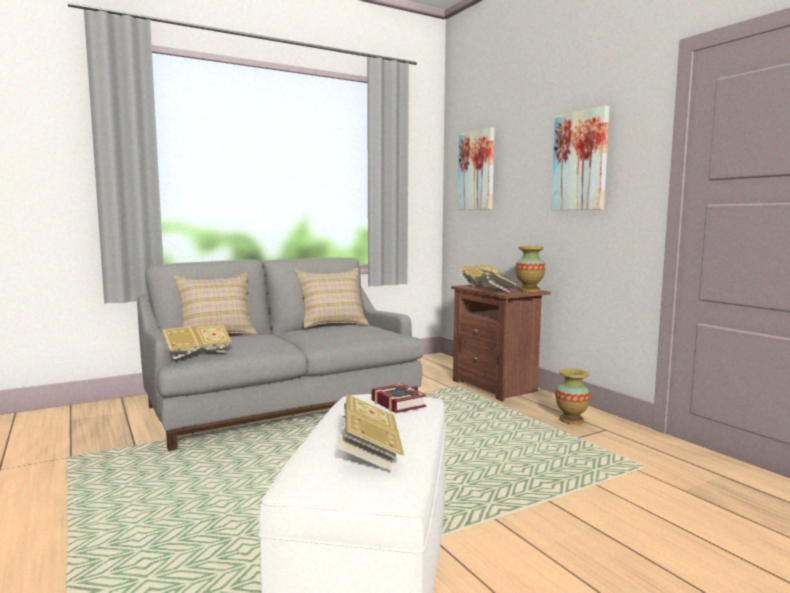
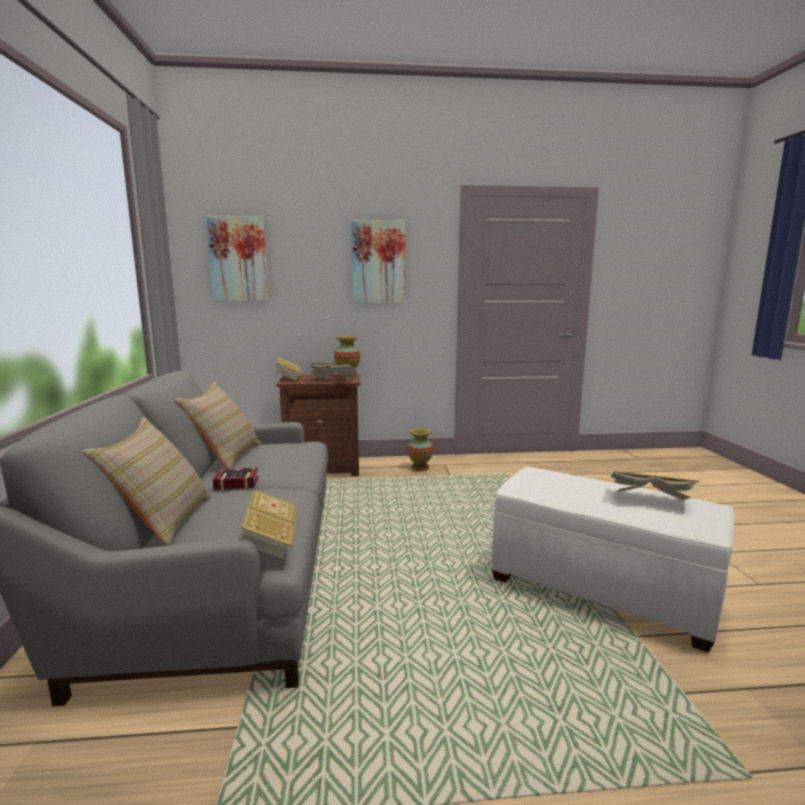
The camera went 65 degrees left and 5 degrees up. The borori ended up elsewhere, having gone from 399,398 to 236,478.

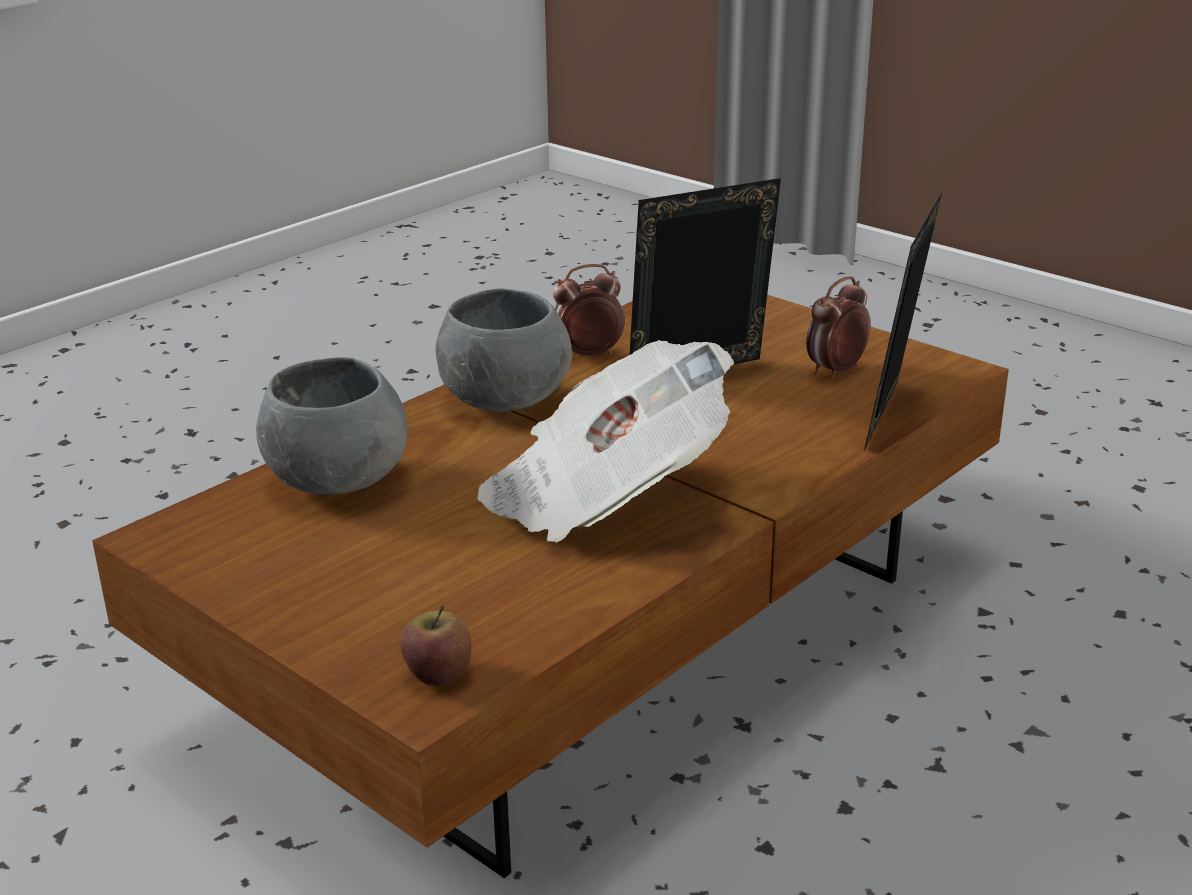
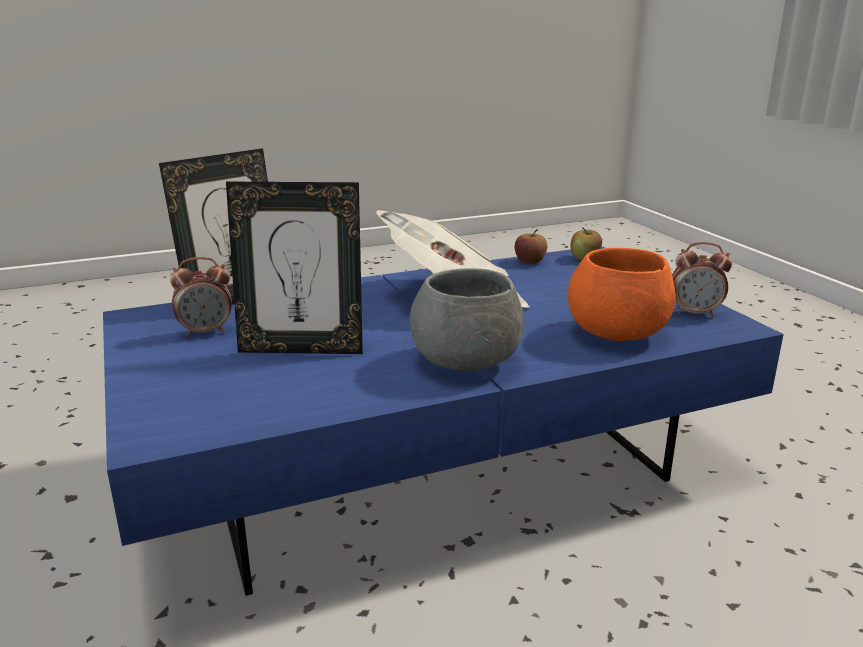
The camera went 155 degrees left and 5 degrees down. The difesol ended up elsewhere, having gone from 589,311 to 702,279. What was the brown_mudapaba at 550,586 turned into the blue_mudapaba at 443,421. What was the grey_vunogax at 331,426 turned into the orange_vunogax at 622,294. The second view gained the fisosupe at 531,246.

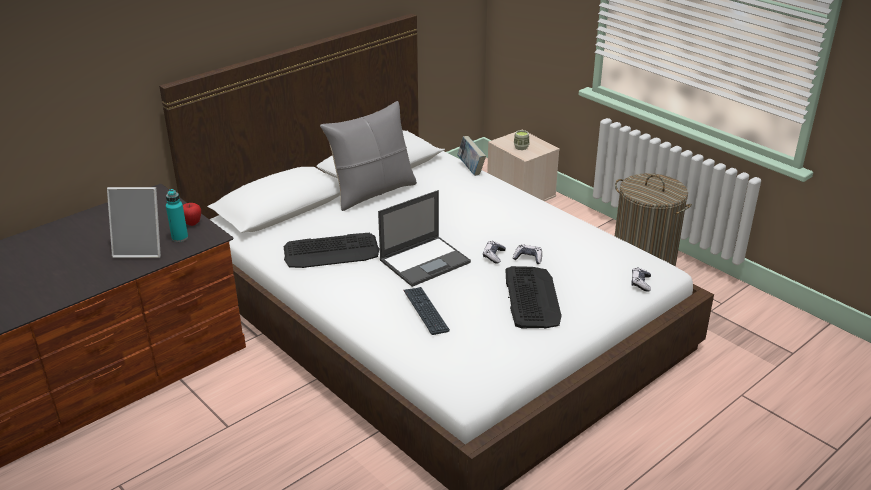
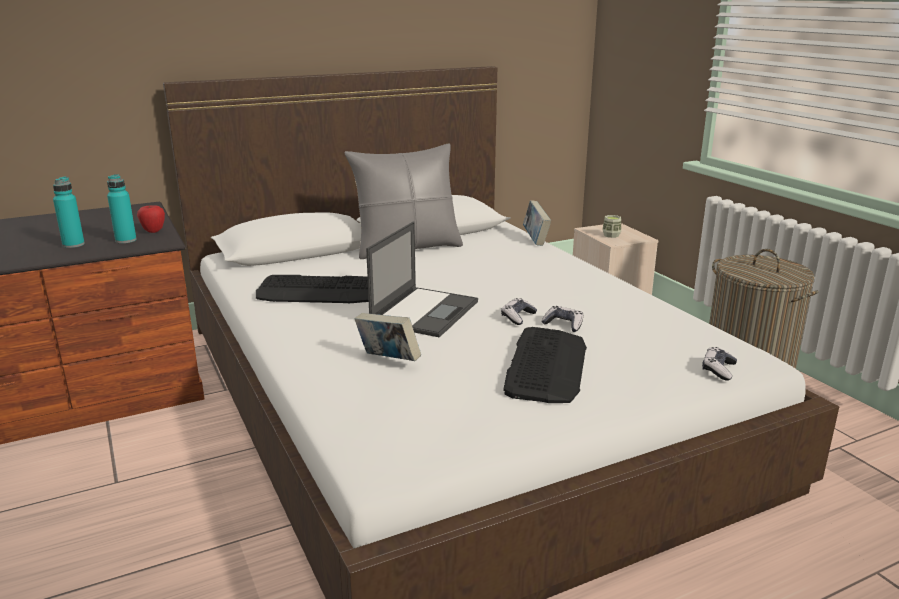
The camera went 15 degrees right and 10 degrees down. Where the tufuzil stood at 134,222, the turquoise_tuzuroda came to stand at 69,212. The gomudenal at 424,238 ended up facing another way, 45 degrees counterclockwise from before. Where the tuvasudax stood at 427,311, the borori came to stand at 388,337.

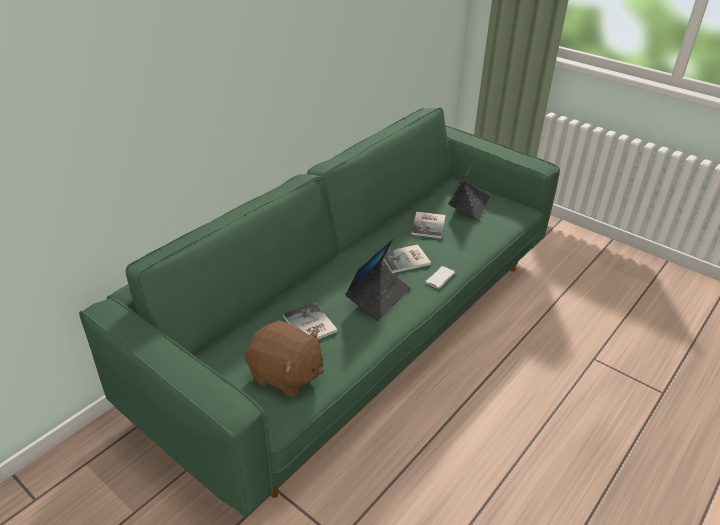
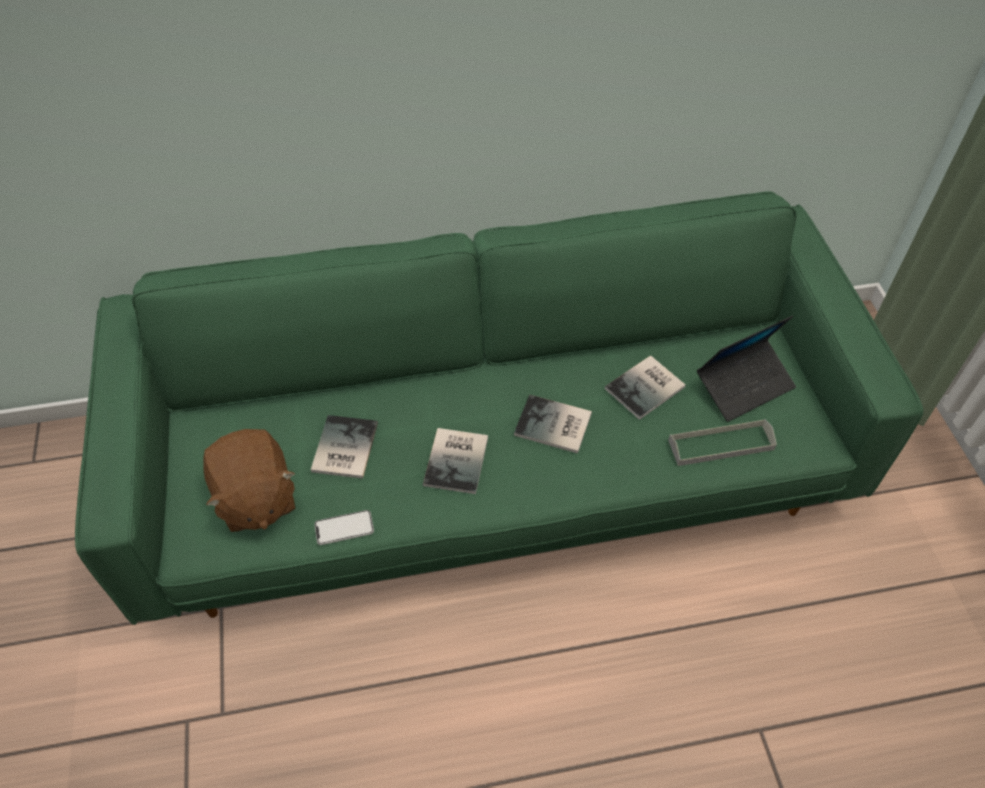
The camera went 40 degrees right and 15 degrees up. Where the gomudenal stood at 377,279, the borori came to stand at 455,461. The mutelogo ended up elsewhere, having gone from 440,277 to 344,527. The second view gained the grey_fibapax at 722,442.

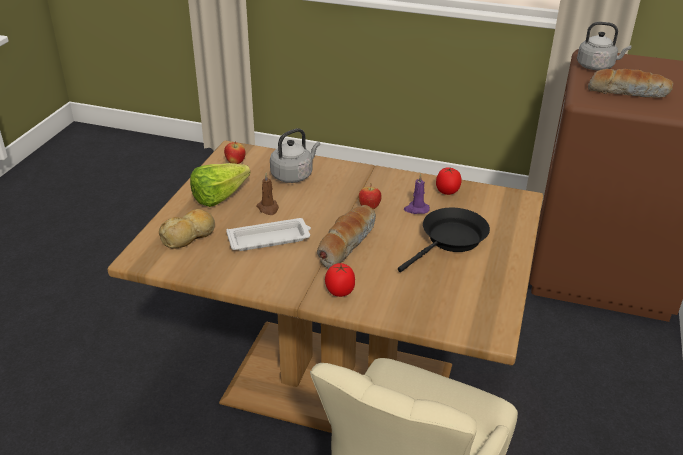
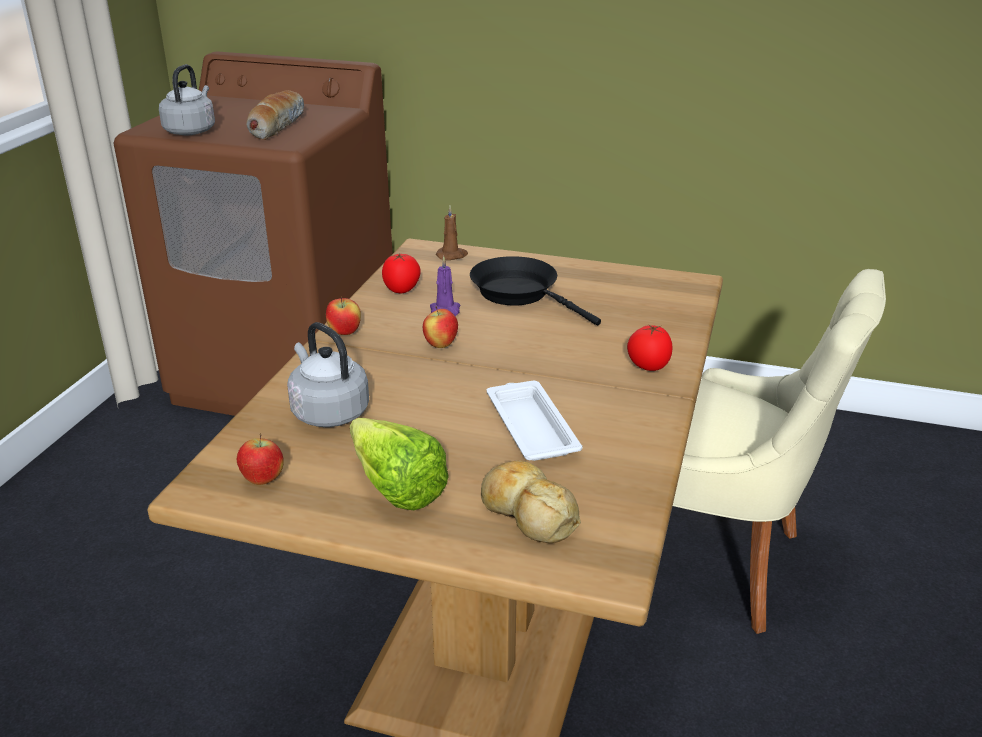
The camera went 90 degrees left and 5 degrees down. The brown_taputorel ended up elsewhere, having gone from 267,194 to 452,232. The second view lost the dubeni at 346,237. The second view gained the fisosupe at 343,316.

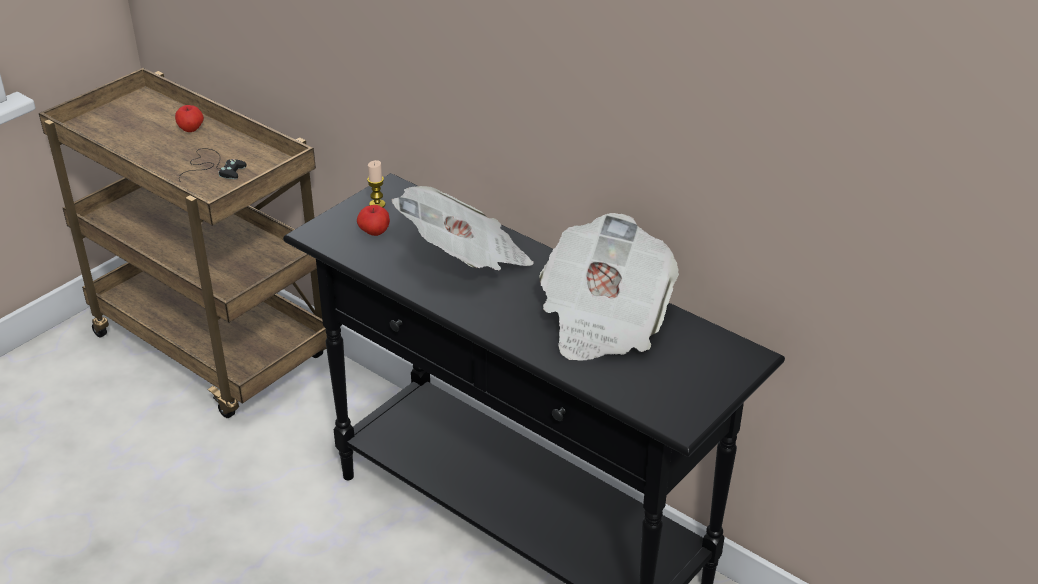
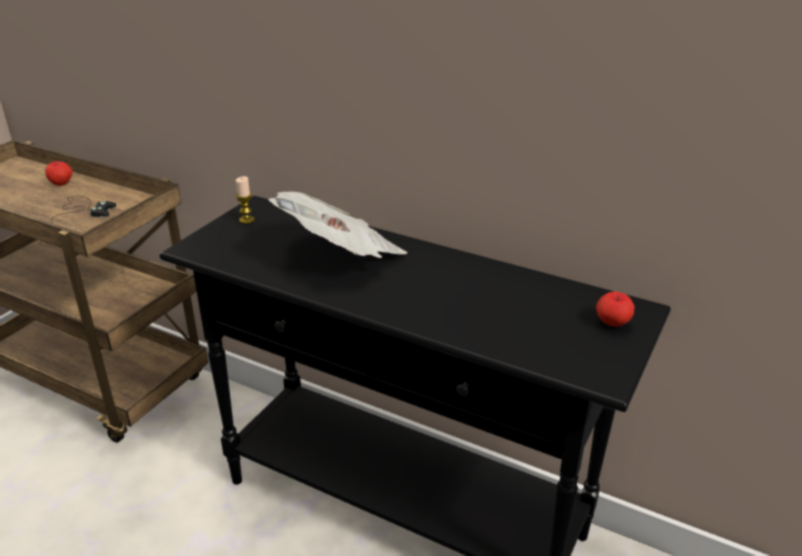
The camera went 10 degrees left and 5 degrees down. The fisosupe ended up elsewhere, having gone from 373,220 to 615,309. The second view lost the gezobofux at 609,287.

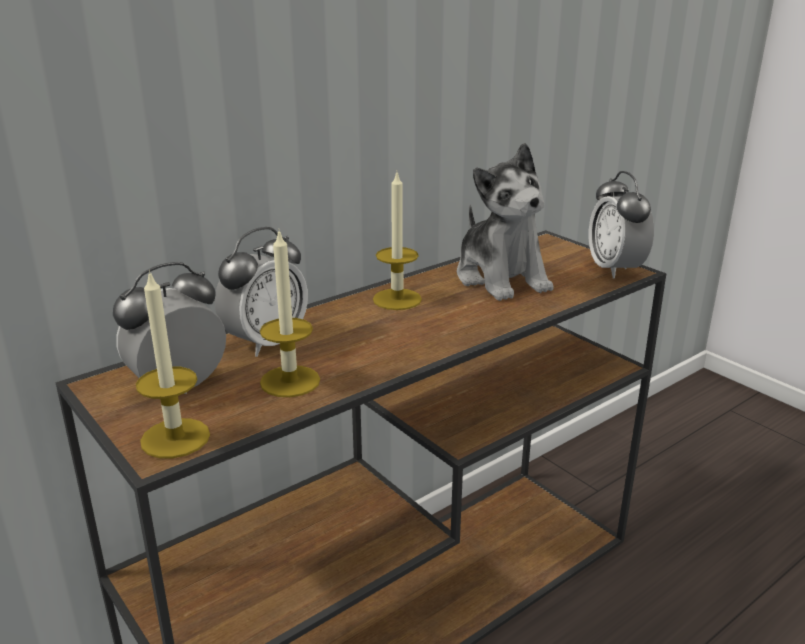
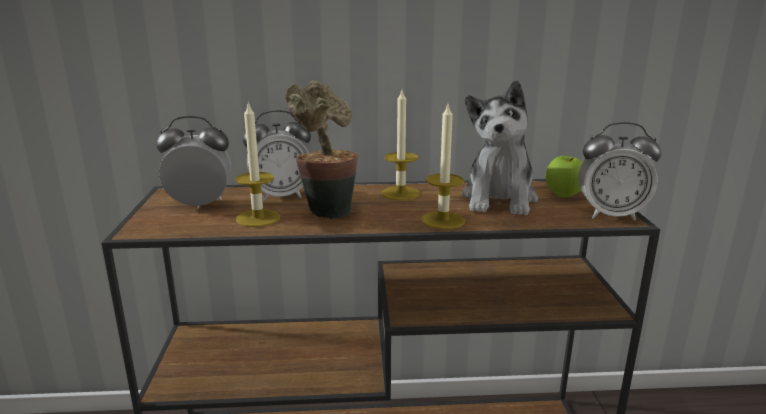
The camera went 35 degrees right and 5 degrees down. The difesol at 621,225 ended up facing another way, 105 degrees counterclockwise from before. The taputorel ended up elsewhere, having gone from 173,364 to 443,167. The second view gained the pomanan at 321,150. The second view gained the fisosupe at 563,176.

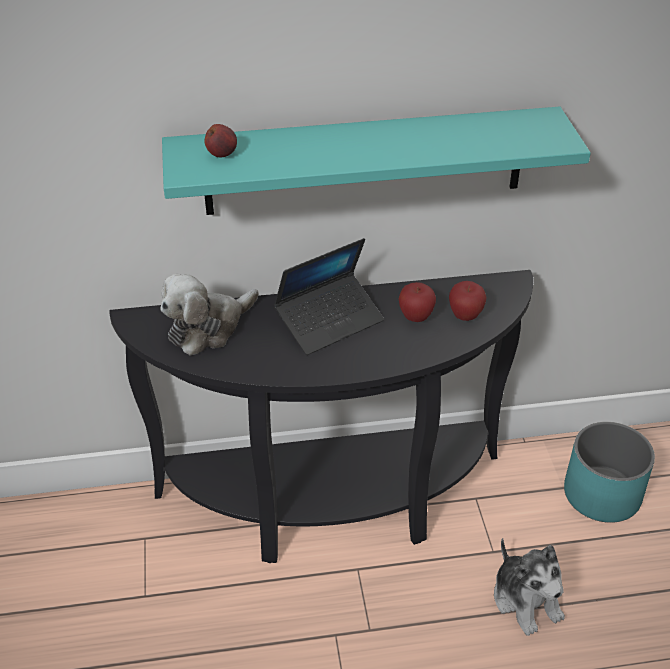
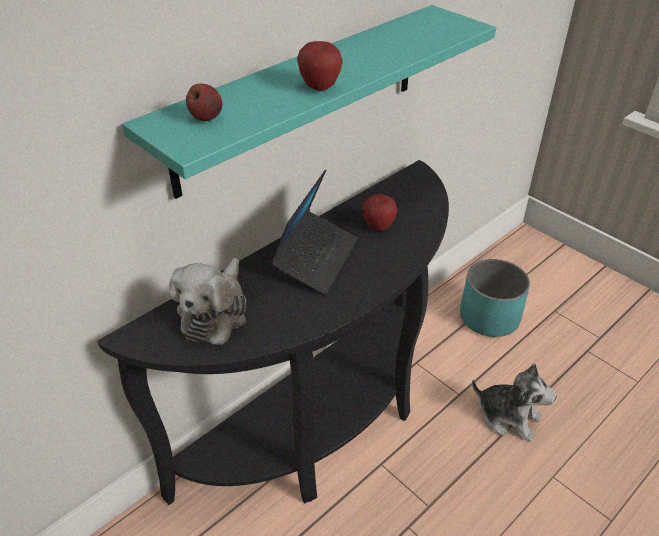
The camera went 35 degrees left and 0 degrees up. The fisosupe ended up elsewhere, having gone from 467,301 to 320,66.

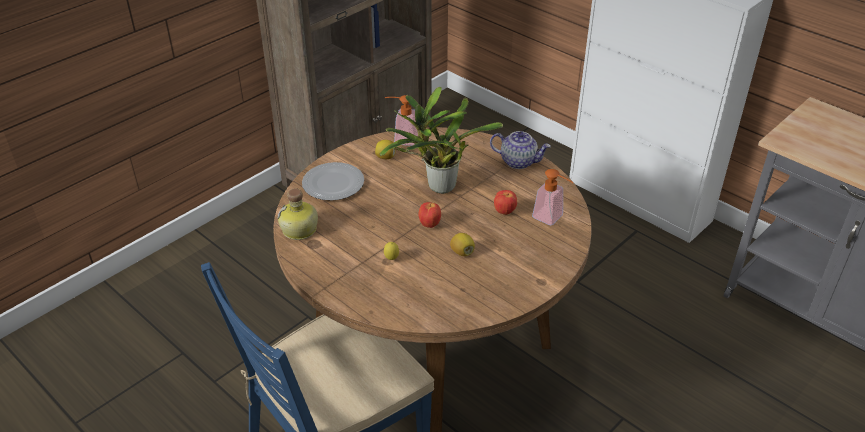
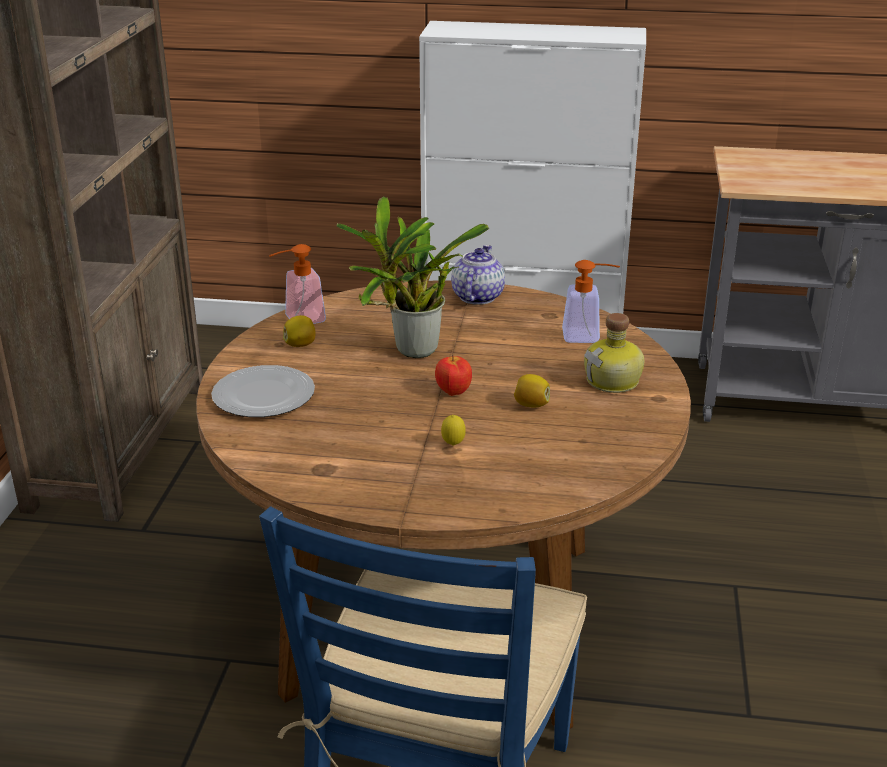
The camera went 35 degrees left and 10 degrees down. The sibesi at 520,150 ended up facing another way, 60 degrees counterclockwise from before. The tuzuroda ended up elsewhere, having gone from 297,214 to 614,353. The second view lost the fisosupe at 505,202.

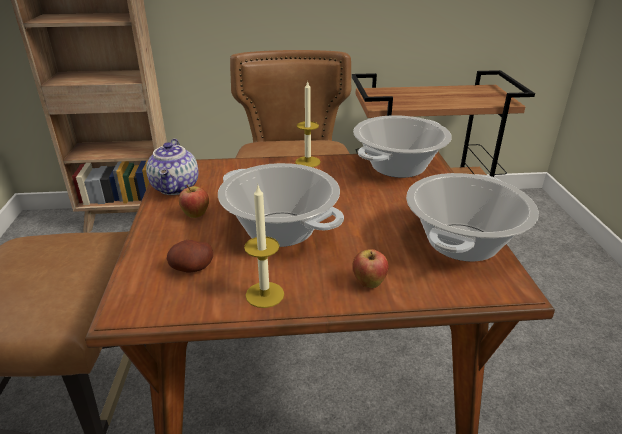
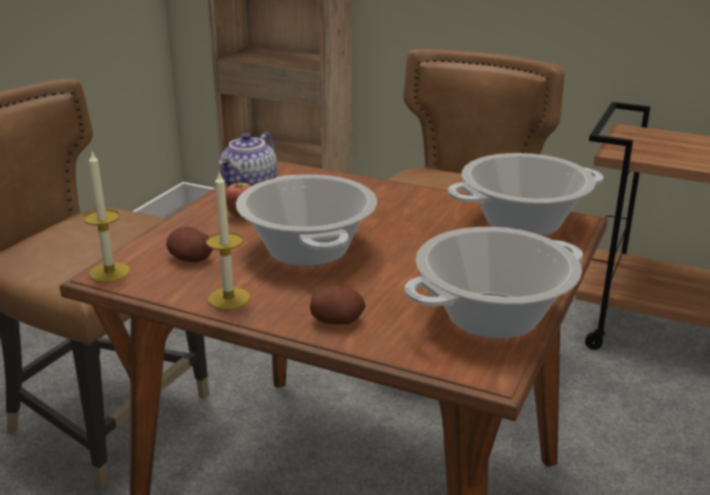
The camera went 30 degrees right and 5 degrees down. The taputorel ended up elsewhere, having gone from 308,123 to 107,217. Where the fisosupe stood at 370,268, the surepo came to stand at 338,305.

